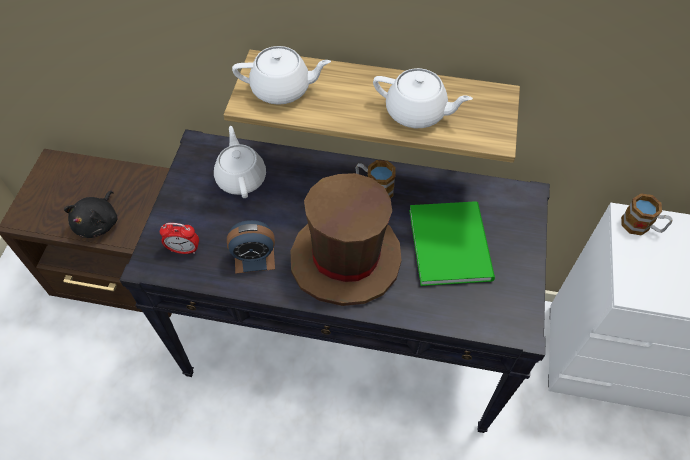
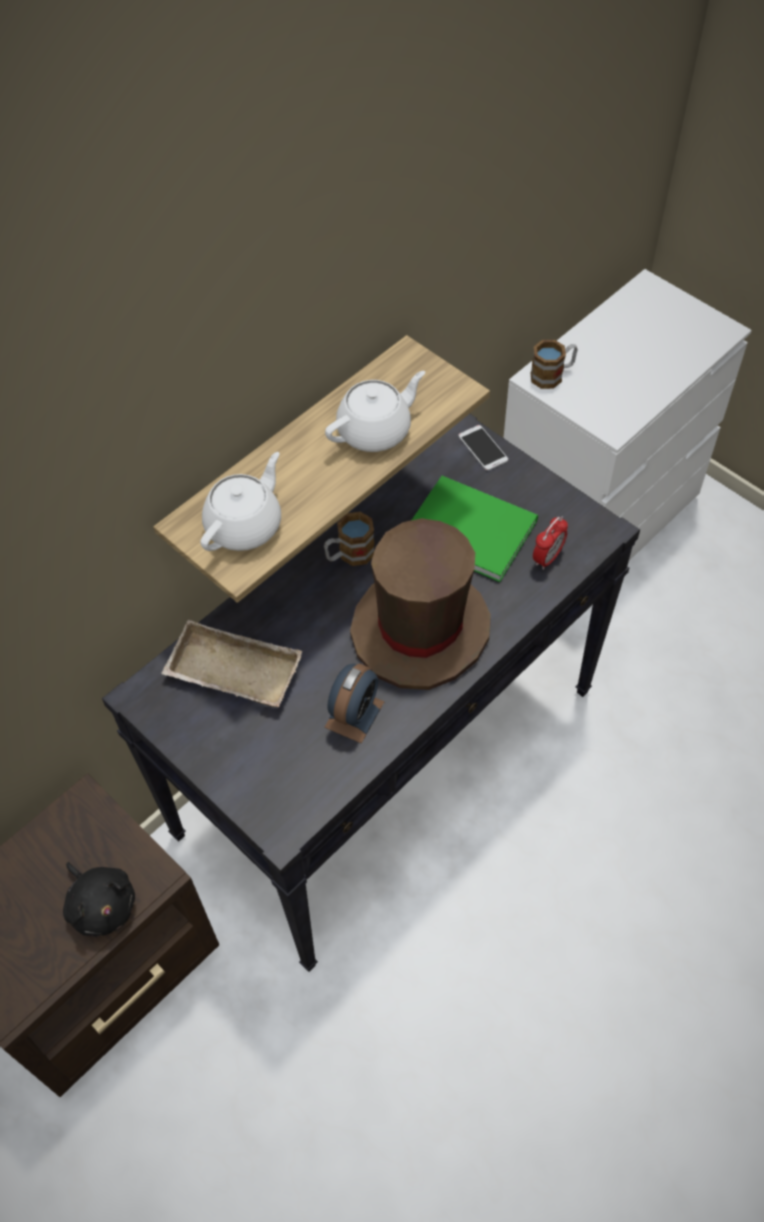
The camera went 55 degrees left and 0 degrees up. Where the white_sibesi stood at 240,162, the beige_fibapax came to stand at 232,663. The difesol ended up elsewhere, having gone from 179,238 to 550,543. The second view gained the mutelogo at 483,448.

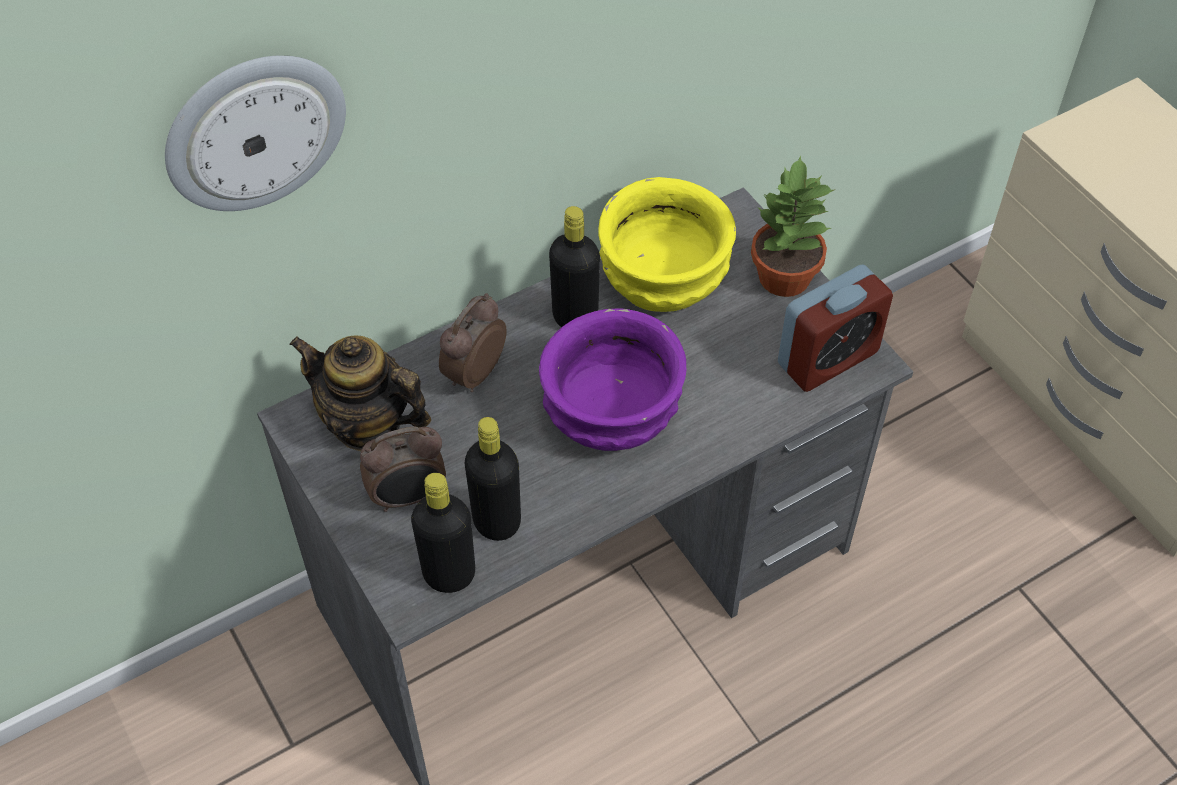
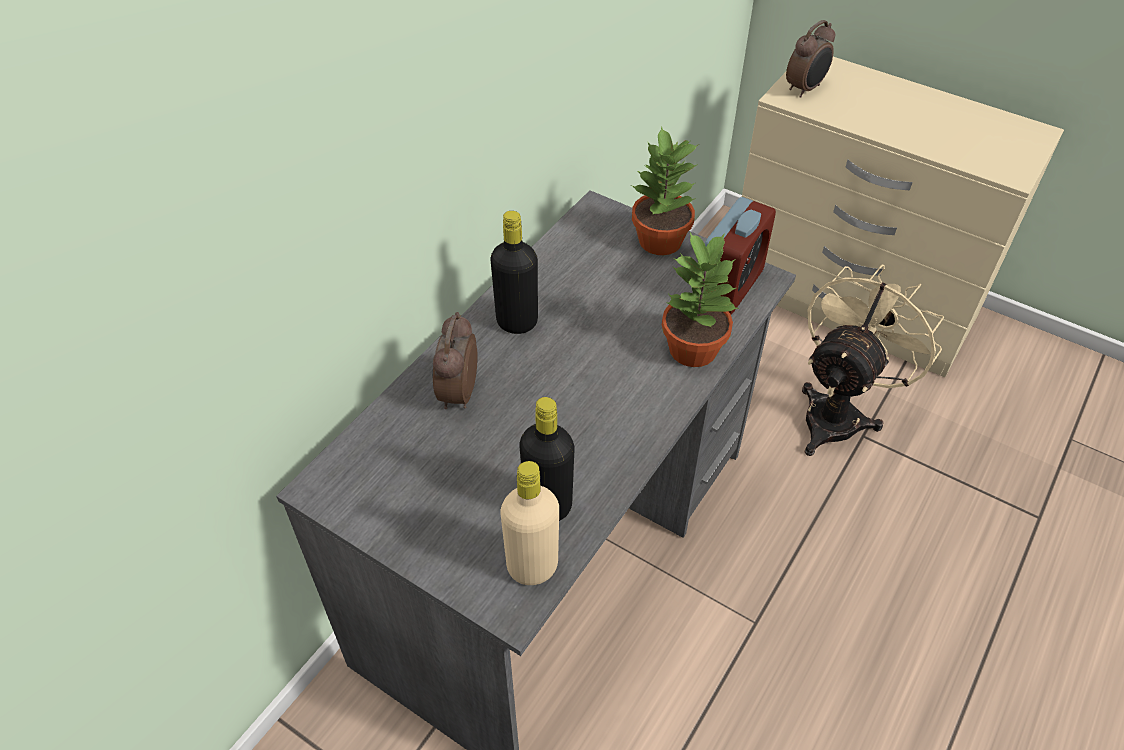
The camera went 25 degrees left and 5 degrees down. The second view lost the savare at 255,133. The second view lost the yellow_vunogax at 667,244. The second view lost the purple_vunogax at 612,380. The second view lost the sibesi at 360,393. The difesol ended up elsewhere, having gone from 403,469 to 810,59. What was the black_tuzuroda at 443,533 turned into the beige_tuzuroda at 530,523. The second view gained the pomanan at 700,300. The second view gained the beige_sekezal at 873,360.

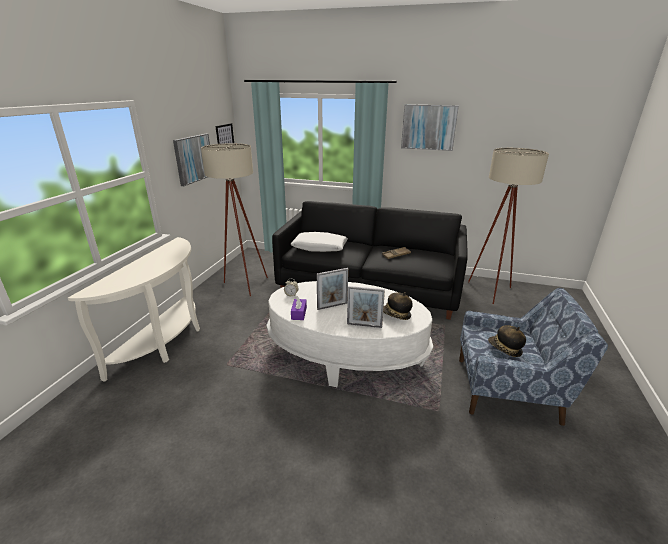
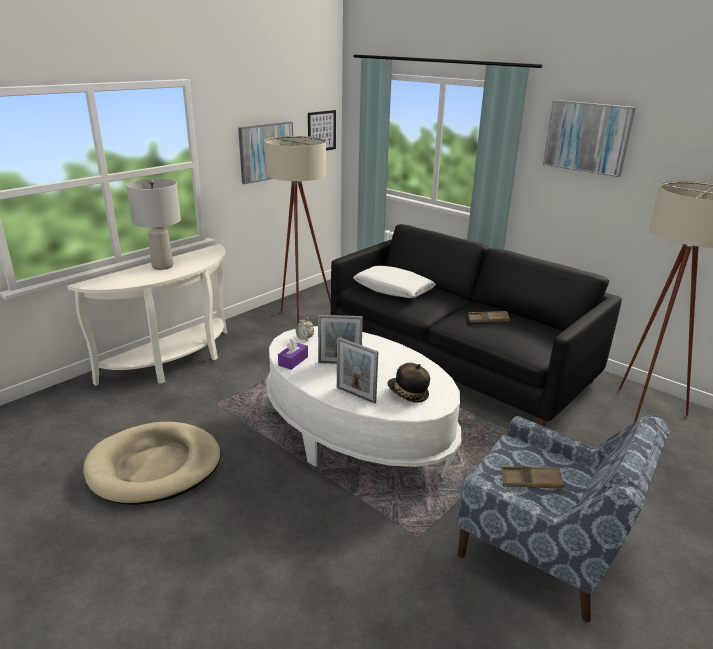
The camera went 25 degrees right and 0 degrees up. Where the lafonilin stood at 507,341, the brown_fibapax came to stand at 532,477. The second view gained the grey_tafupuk at 153,224. The second view gained the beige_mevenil at 152,463.

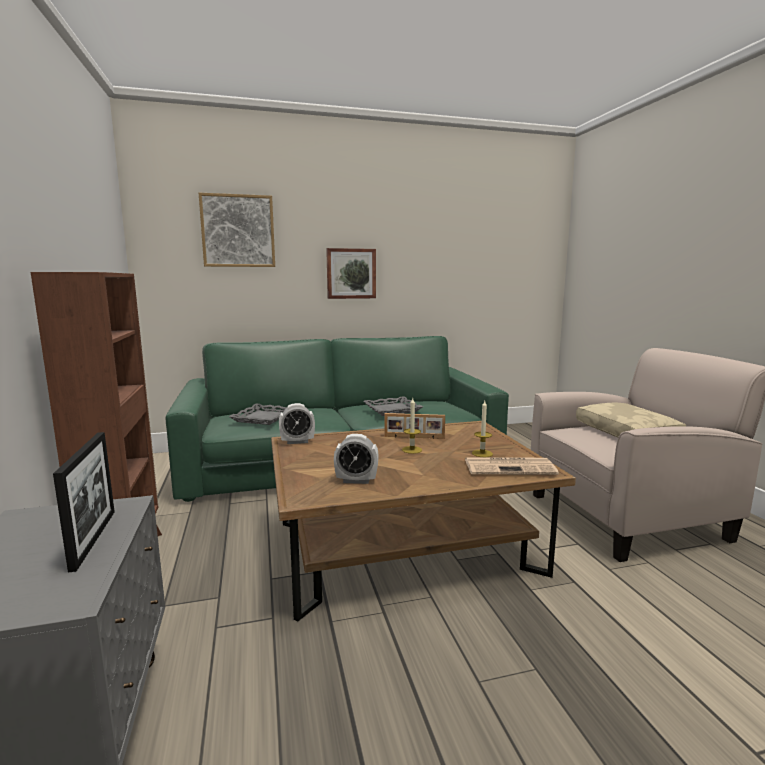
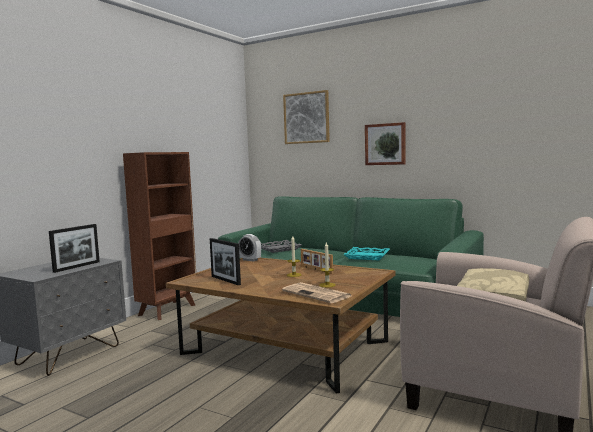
The camera went 45 degrees right and 5 degrees down. What was the grey_fibapax at 393,406 turned into the turquoise_fibapax at 366,253. Where the difesol stood at 356,459, the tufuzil came to stand at 225,261.

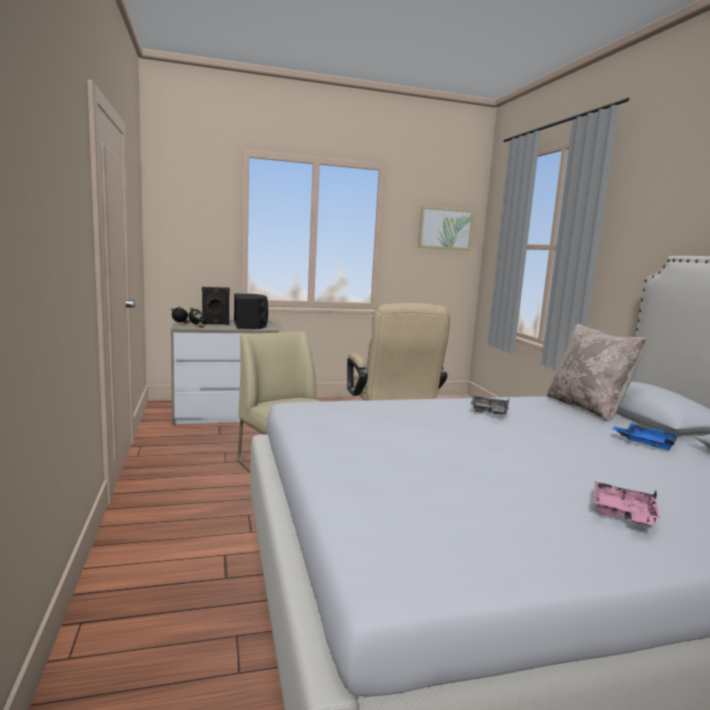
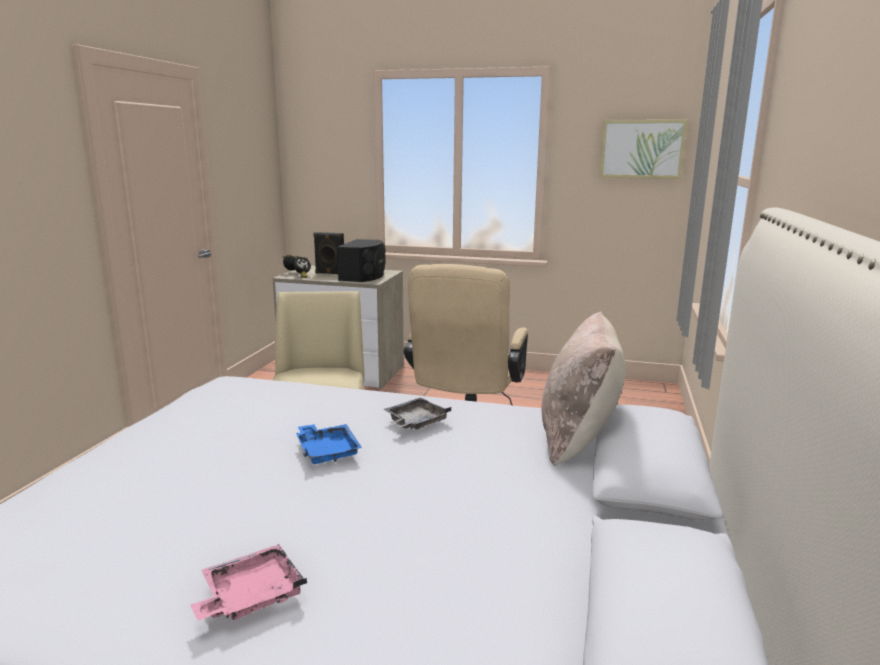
The camera went 30 degrees right and 5 degrees up. The blue_fibapax ended up elsewhere, having gone from 645,436 to 329,444.

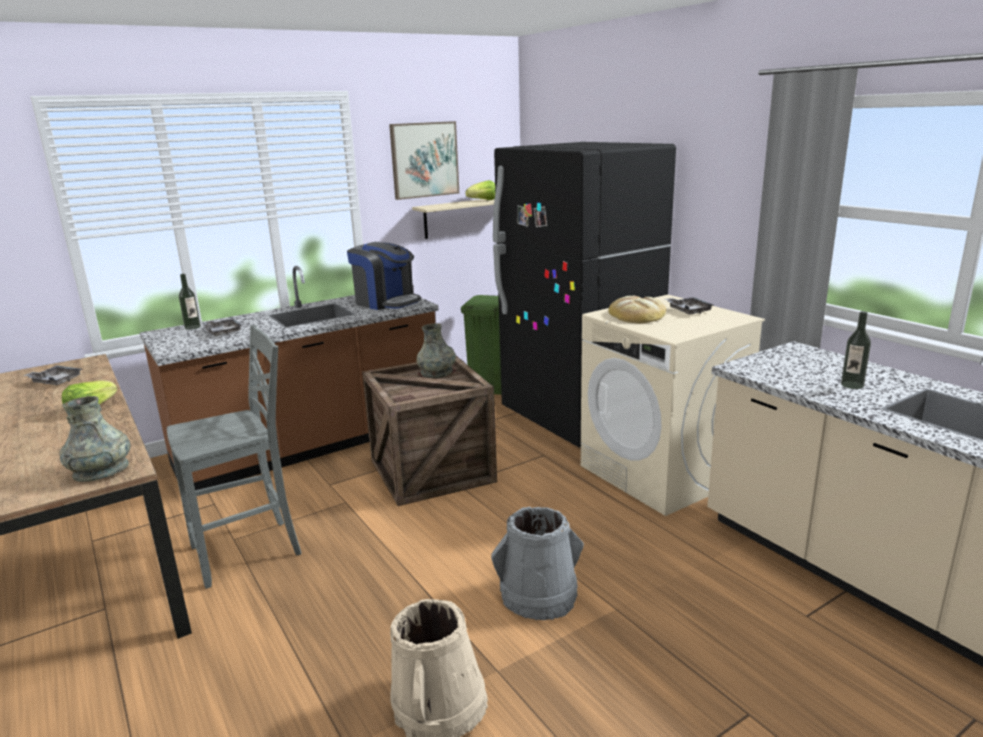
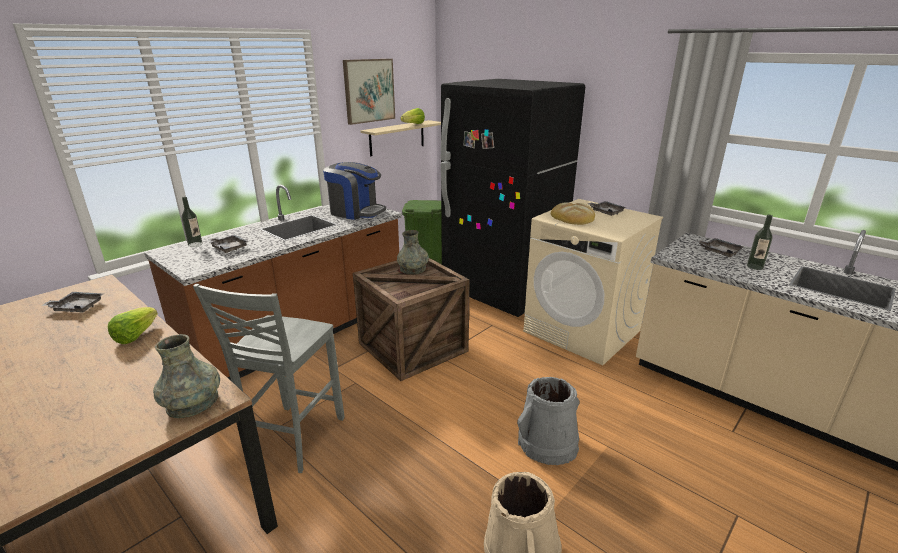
The camera went 15 degrees left and 5 degrees up. The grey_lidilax at 234,457 ended up facing another way, 150 degrees clockwise from before. The second view gained the grey_fibapax at 719,247.

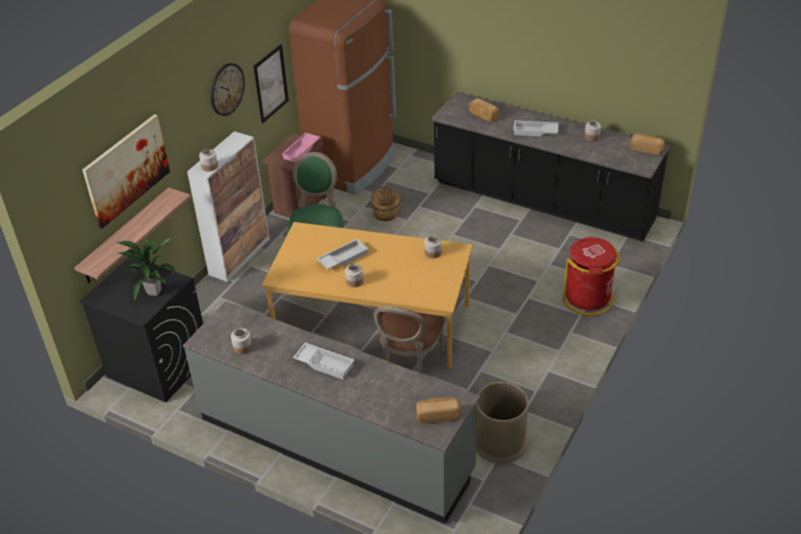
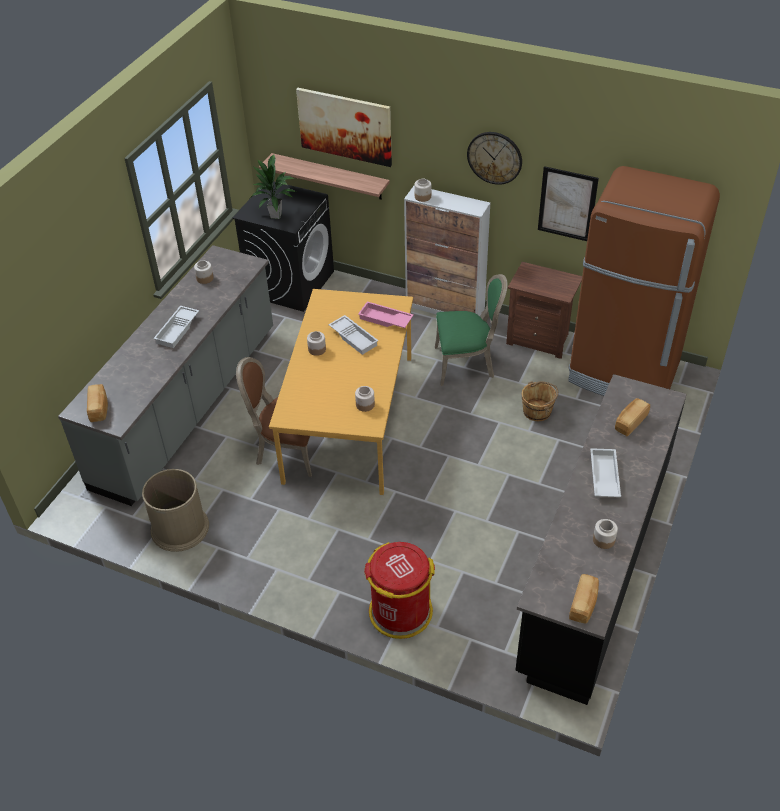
The camera went 85 degrees right and 5 degrees up. The pink_fibapax ended up elsewhere, having gone from 301,148 to 386,314.

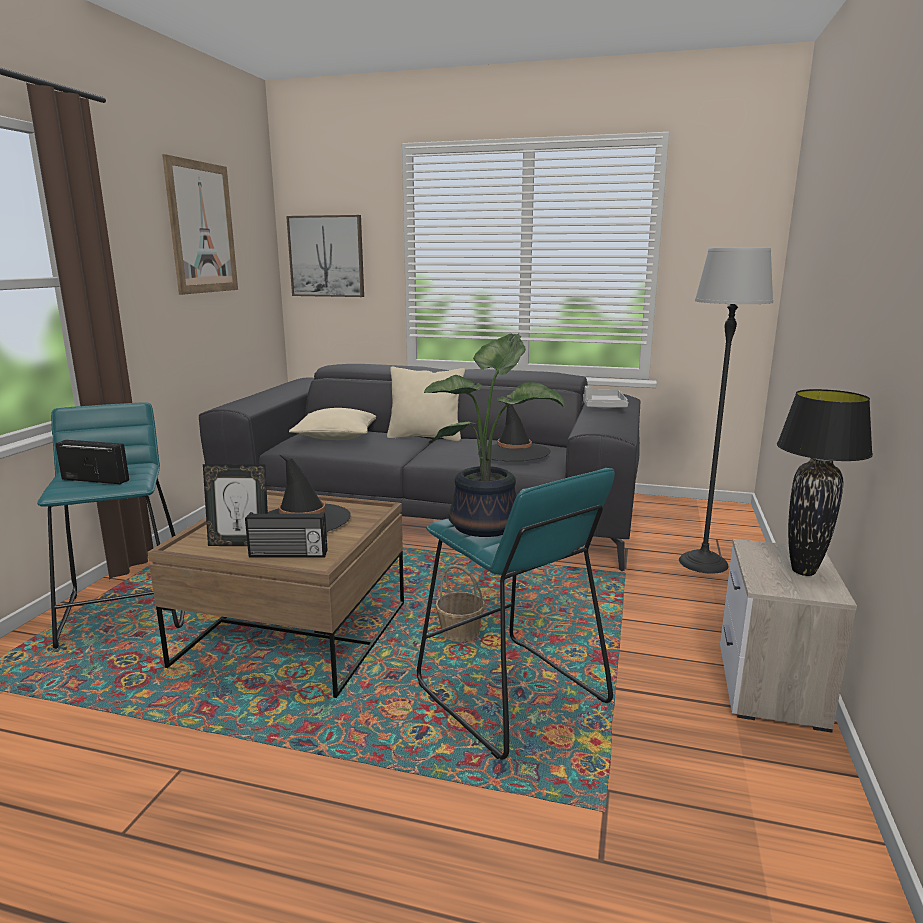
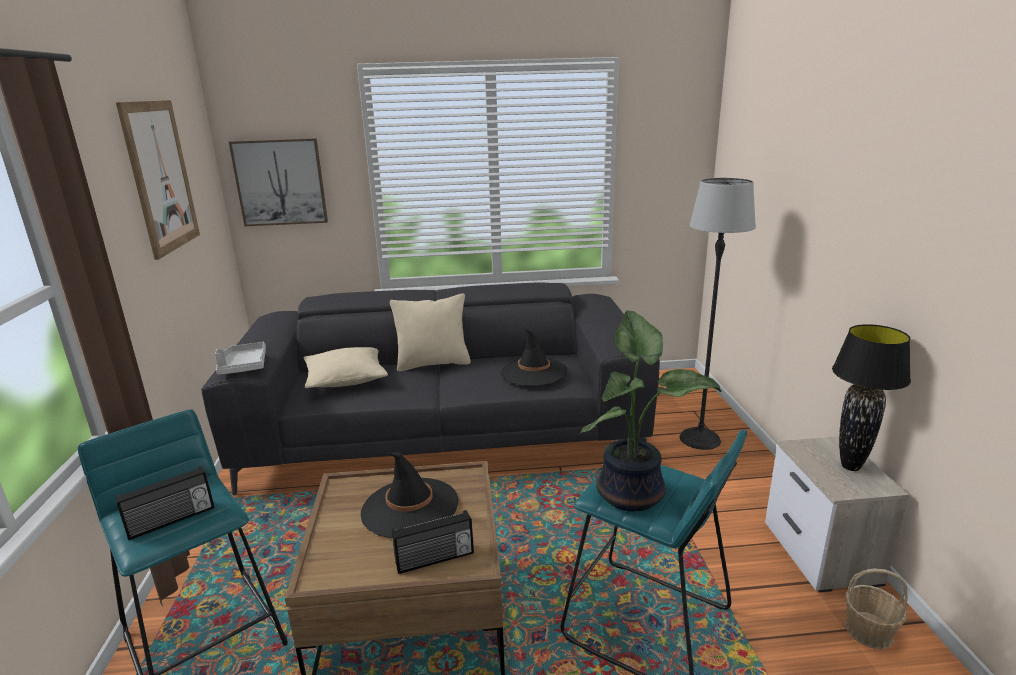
The camera went 20 degrees left and 5 degrees up. The grey_fibapax ended up elsewhere, having gone from 605,397 to 240,358. The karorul at 92,462 ended up facing another way, 150 degrees clockwise from before. The second view lost the tufuzil at 235,505. The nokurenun ended up elsewhere, having gone from 460,603 to 876,609.

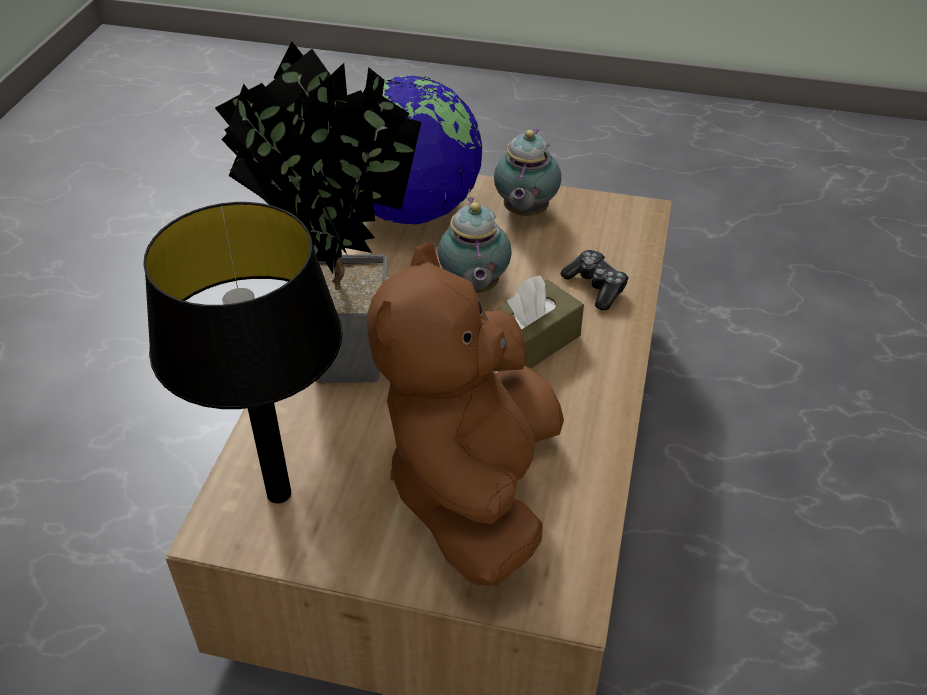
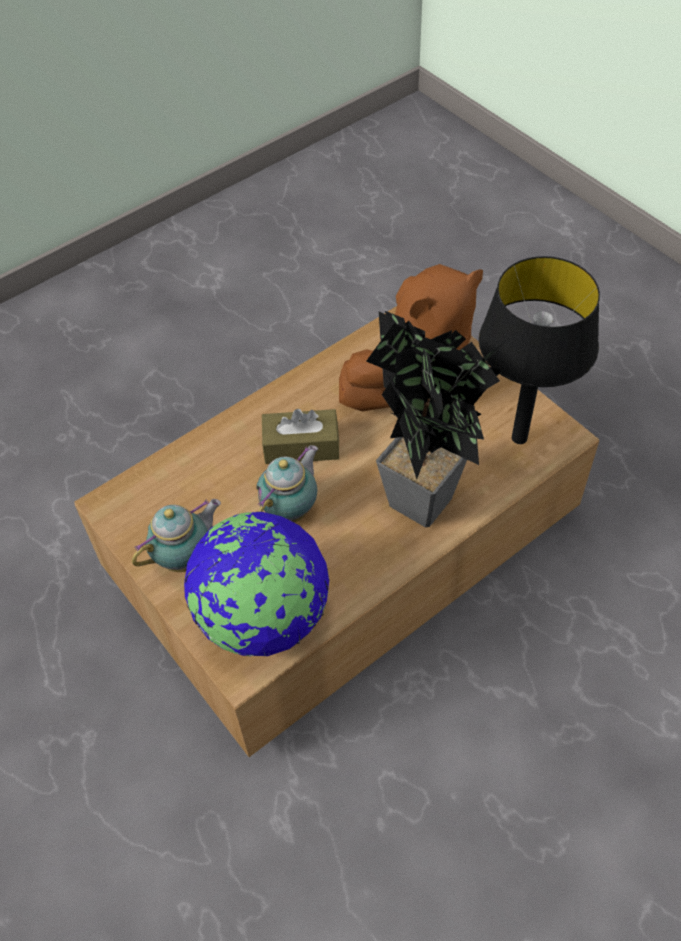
The camera went 140 degrees left and 10 degrees up. The second view lost the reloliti at 595,280.

